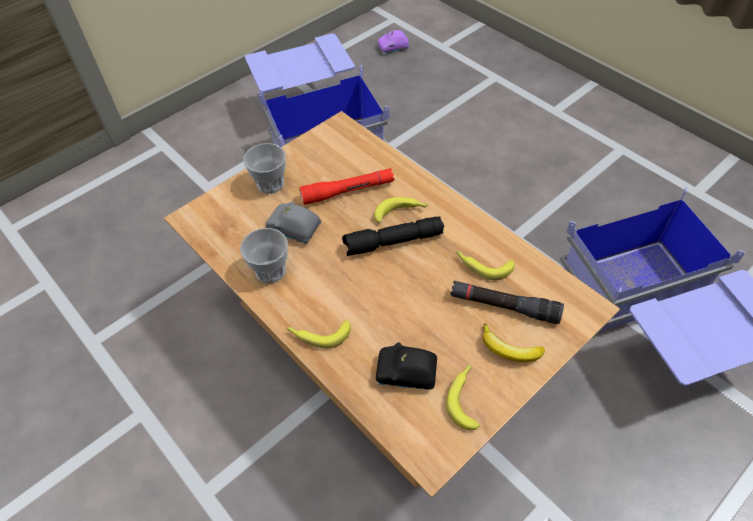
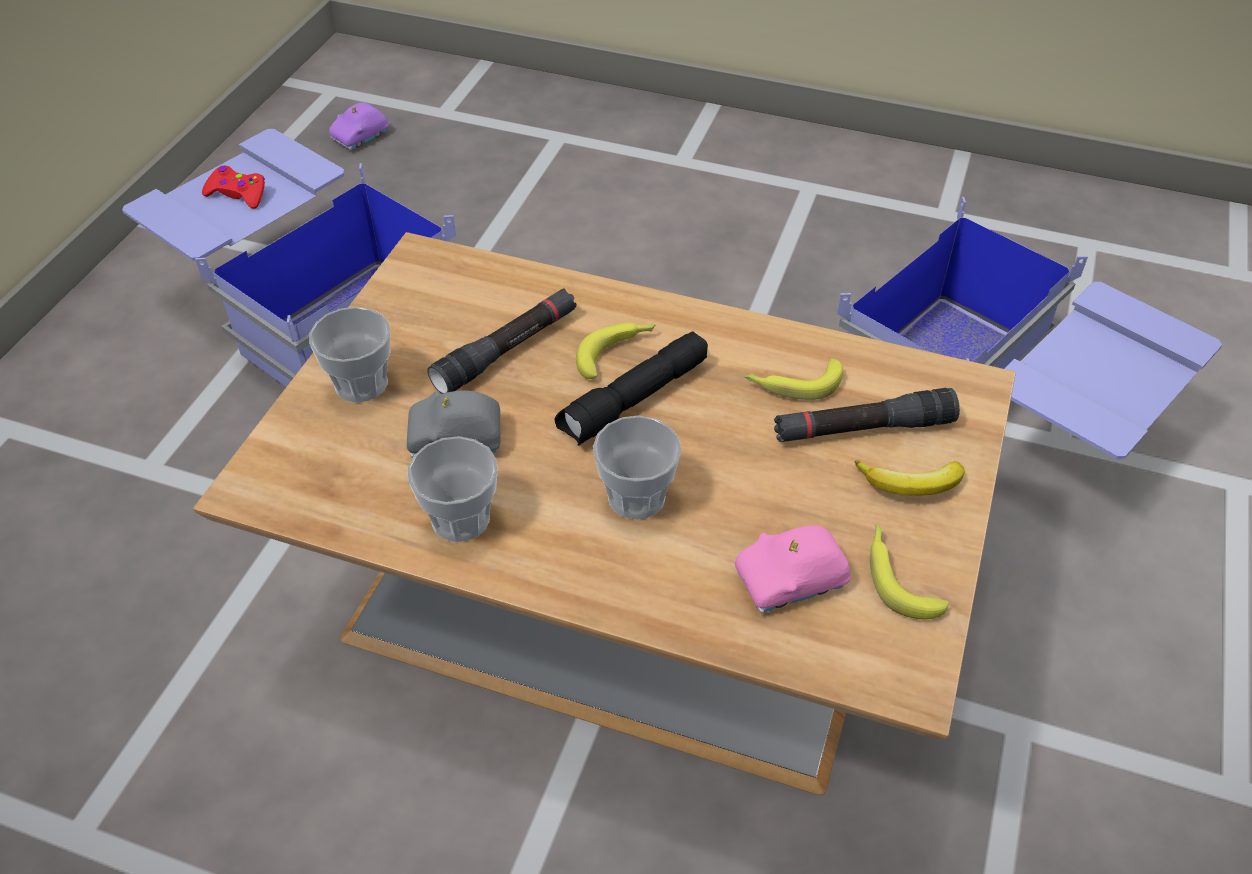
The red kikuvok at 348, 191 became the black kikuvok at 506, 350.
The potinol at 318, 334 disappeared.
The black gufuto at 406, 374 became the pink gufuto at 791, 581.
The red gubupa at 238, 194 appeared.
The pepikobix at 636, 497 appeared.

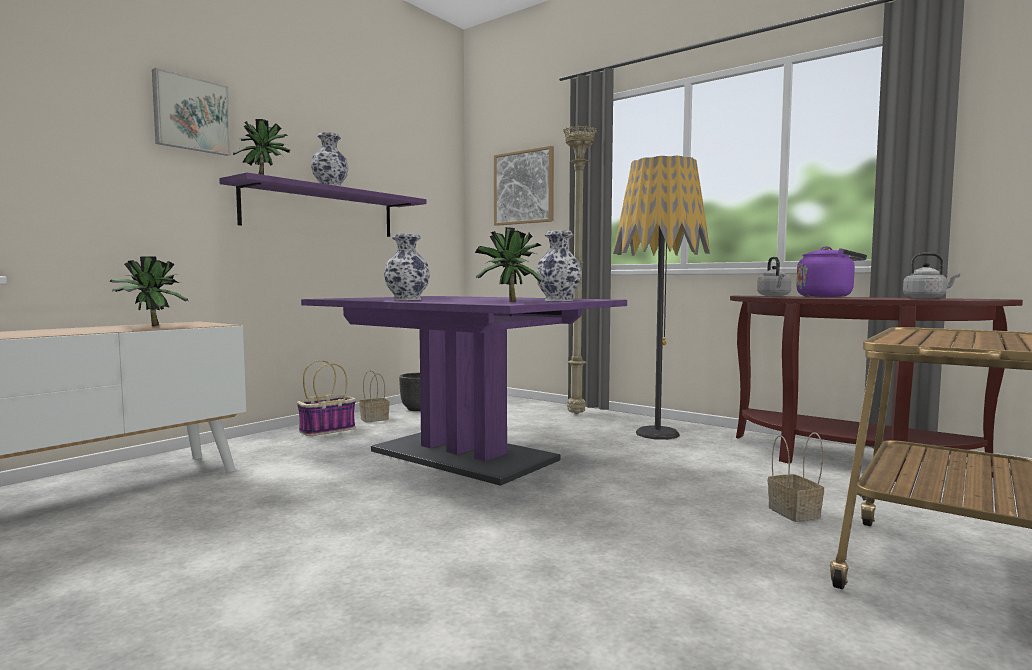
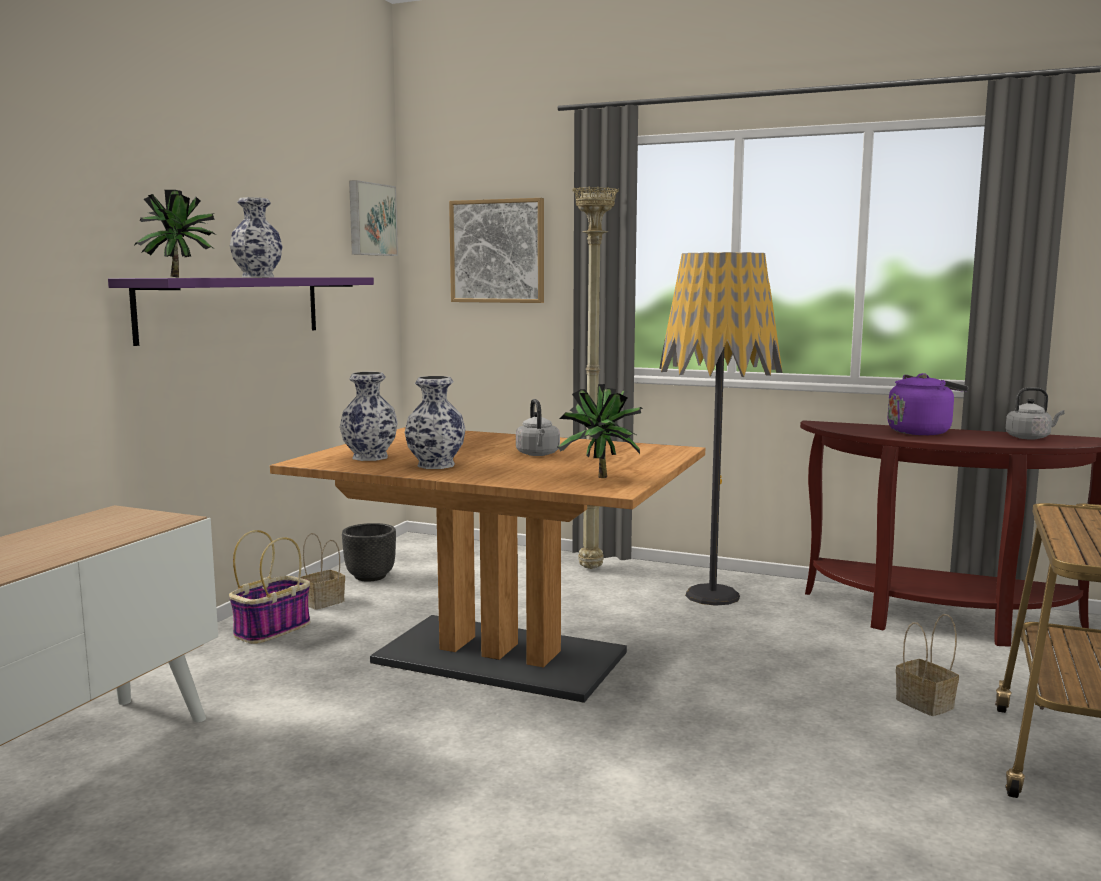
The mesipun moved from 191, 114 to 370, 219.
The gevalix moved from 557, 300 to 369, 457.
The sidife at 149, 326 disappeared.
The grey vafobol moved from 774, 296 to 538, 454.
The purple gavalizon at 463, 455 became the brown gavalizon at 500, 658.

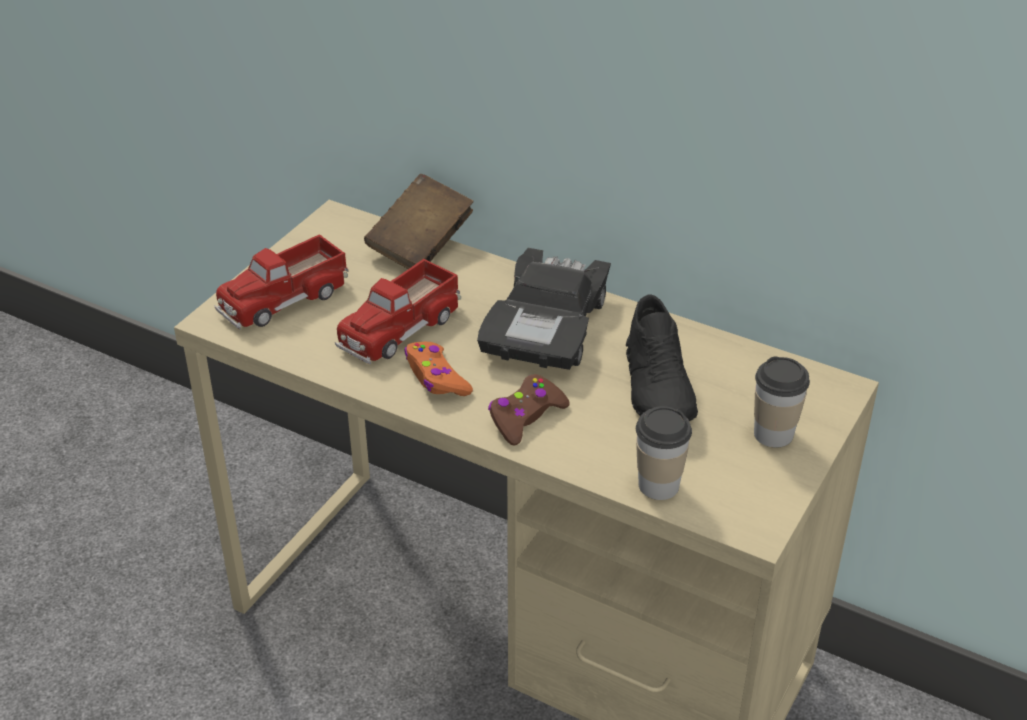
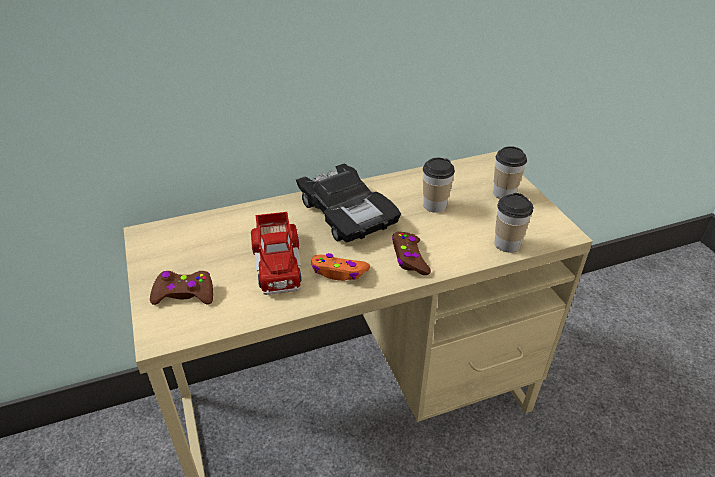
The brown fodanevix at 420, 245 disappeared.
The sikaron at 283, 298 was replaced by the brown gubupa at 184, 294.
The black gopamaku at 658, 386 was replaced by the pepikobix at 434, 205.

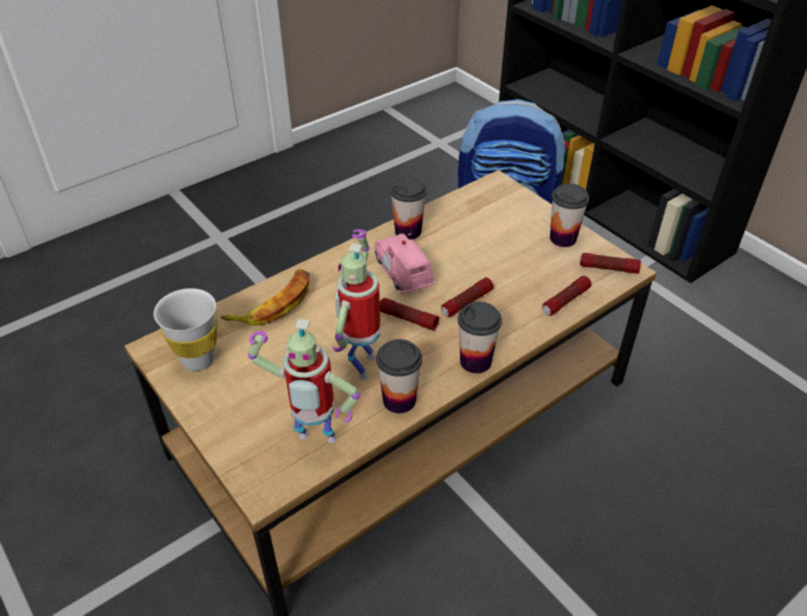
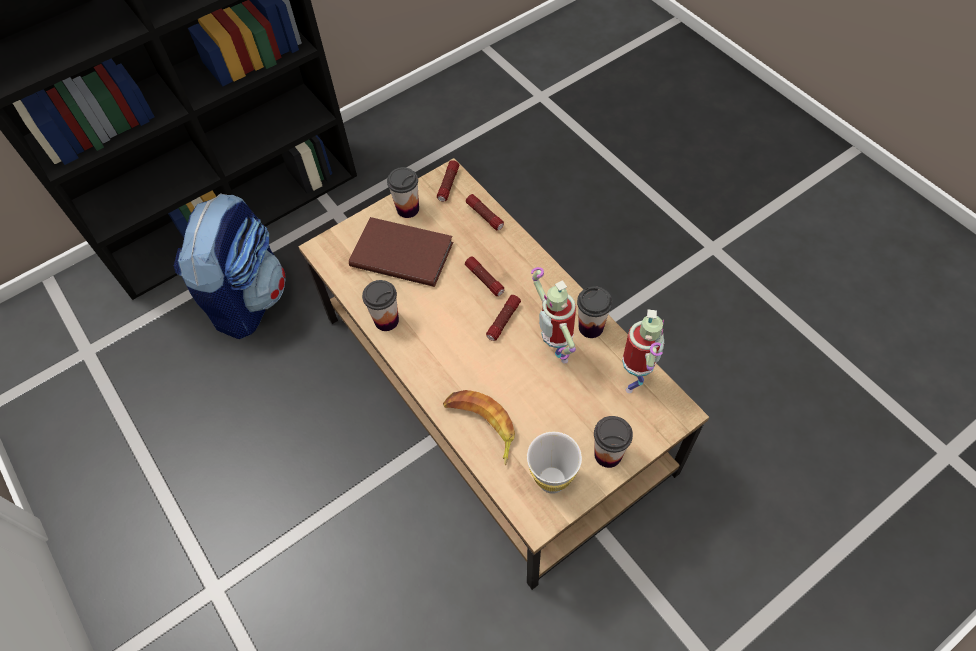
The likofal at 361, 364 turned 45 degrees clockwise.
The pink gufuto at 403, 272 disappeared.
The pepikobix moved from 475, 361 to 608, 454.
The brown fodanevix at 401, 252 appeared.

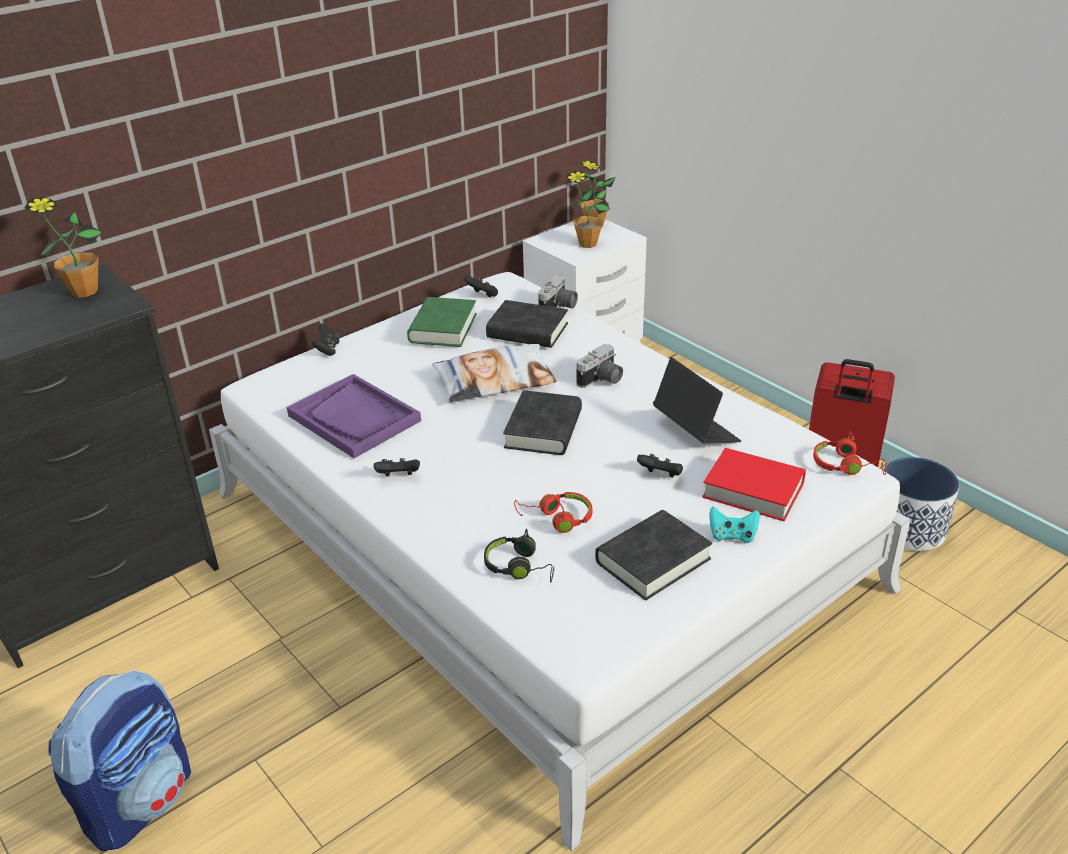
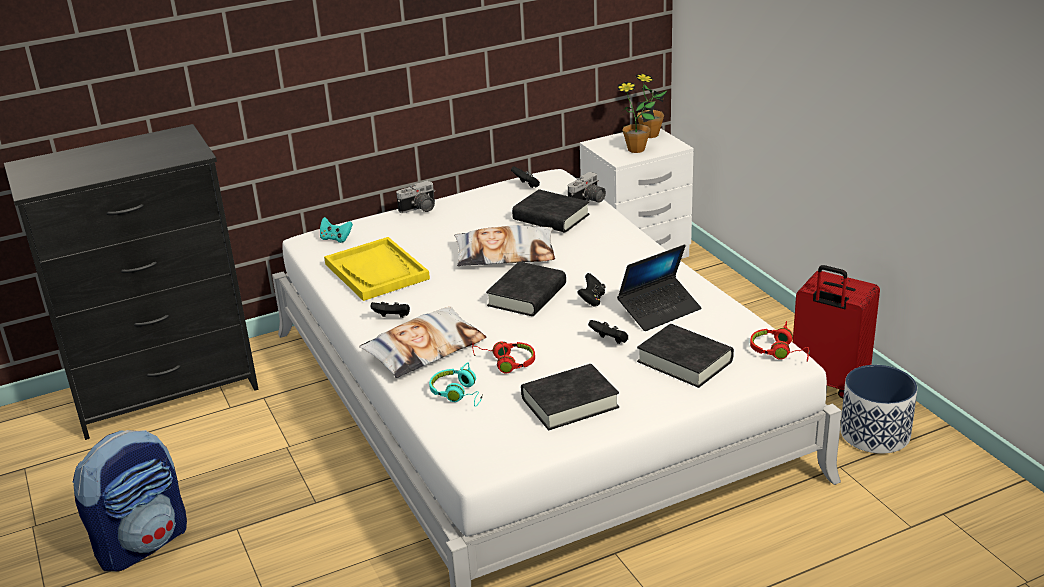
The sidife at 84, 291 disappeared.
The green fodanevix at 443, 328 disappeared.
The black gubupa moved from 327, 349 to 592, 300.
The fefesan moved from 601, 380 to 419, 209.
The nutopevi at 695, 430 turned 75 degrees clockwise.
The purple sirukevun at 354, 418 became the yellow sirukevun at 377, 271.
The red fodanevix at 753, 490 became the black fodanevix at 685, 361.
The turquoise gubupa moved from 732, 536 to 336, 239.
The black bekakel at 520, 567 became the turquoise bekakel at 458, 394.
The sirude at 424, 349 appeared.

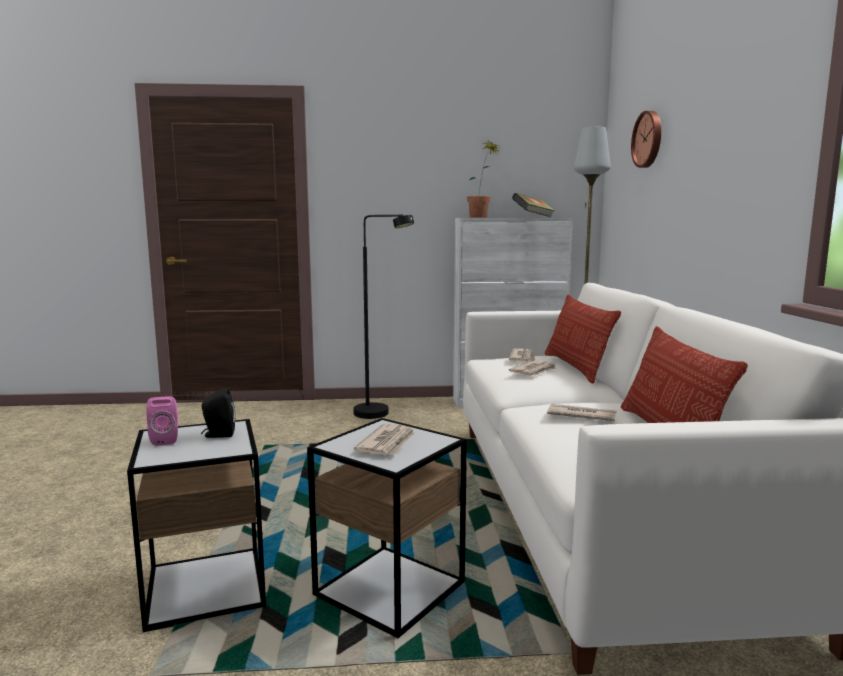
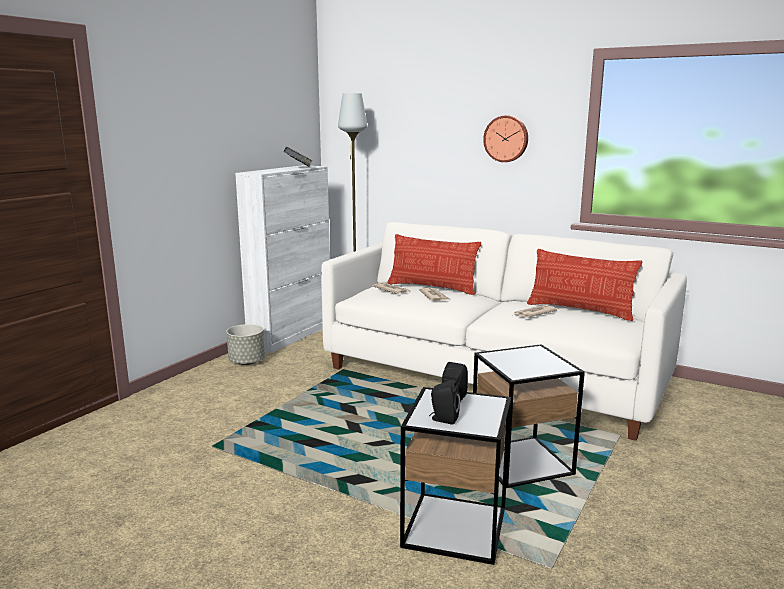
The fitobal moved from 648, 139 to 506, 138.
The sidife at 482, 217 disappeared.
The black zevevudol at 380, 415 disappeared.
The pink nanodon at 166, 440 became the black nanodon at 443, 419.
The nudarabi at 388, 443 disappeared.
The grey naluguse at 247, 362 appeared.

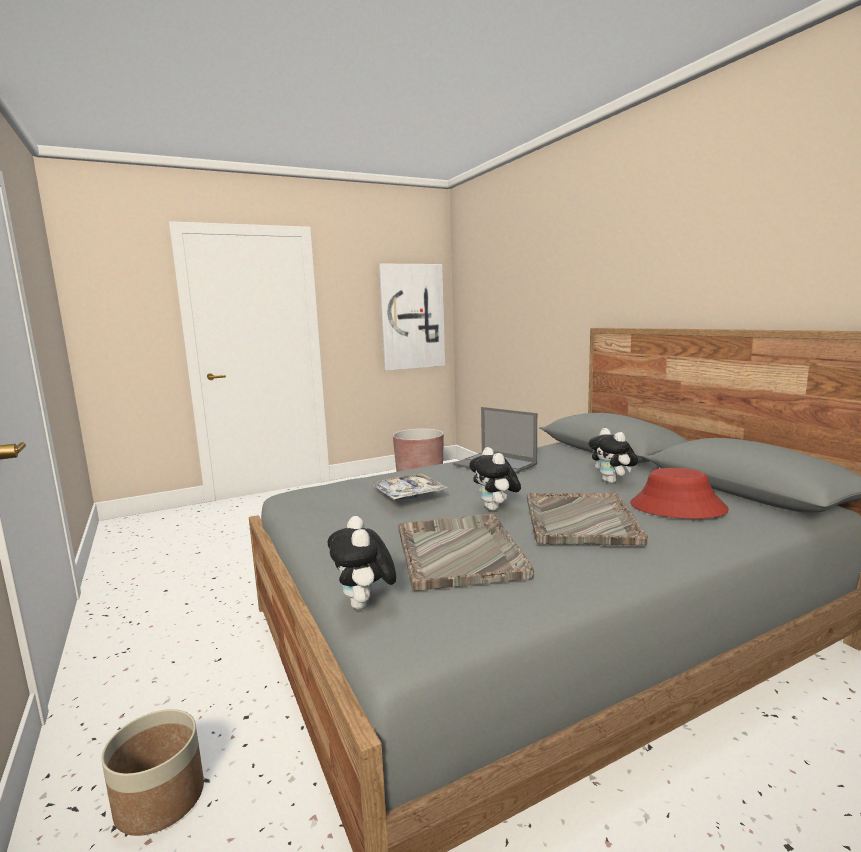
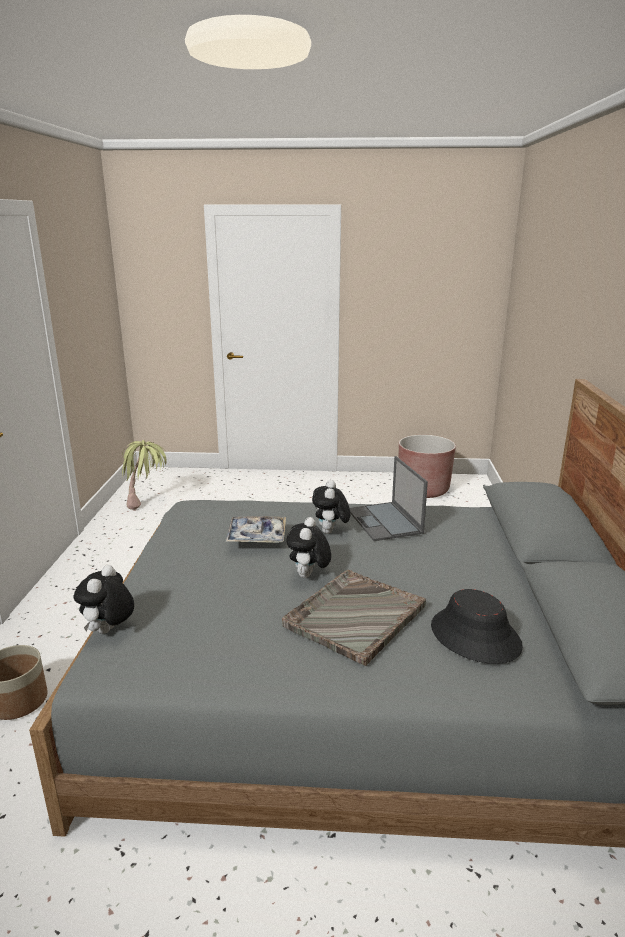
The mesipun at 412, 317 disappeared.
The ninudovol moved from 612, 482 to 330, 532.
The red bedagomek at 677, 507 became the black bedagomek at 474, 636.
The grey sirukevun at 458, 552 disappeared.
The sidife at 148, 503 appeared.

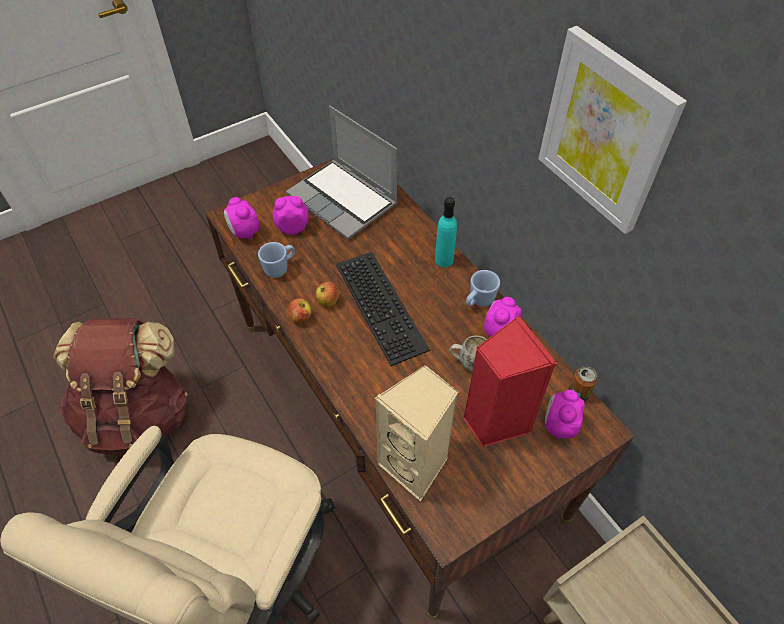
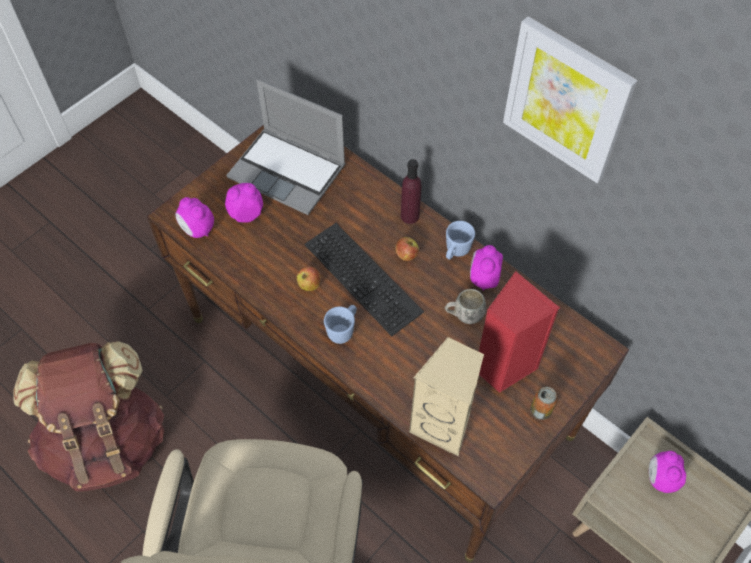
The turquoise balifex at 444, 260 became the purple balifex at 410, 216.
The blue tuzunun moved from 280, 268 to 343, 330.
The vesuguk moved from 300, 317 to 406, 255.
The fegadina moved from 578, 393 to 540, 410.
The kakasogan moved from 559, 425 to 660, 478.

